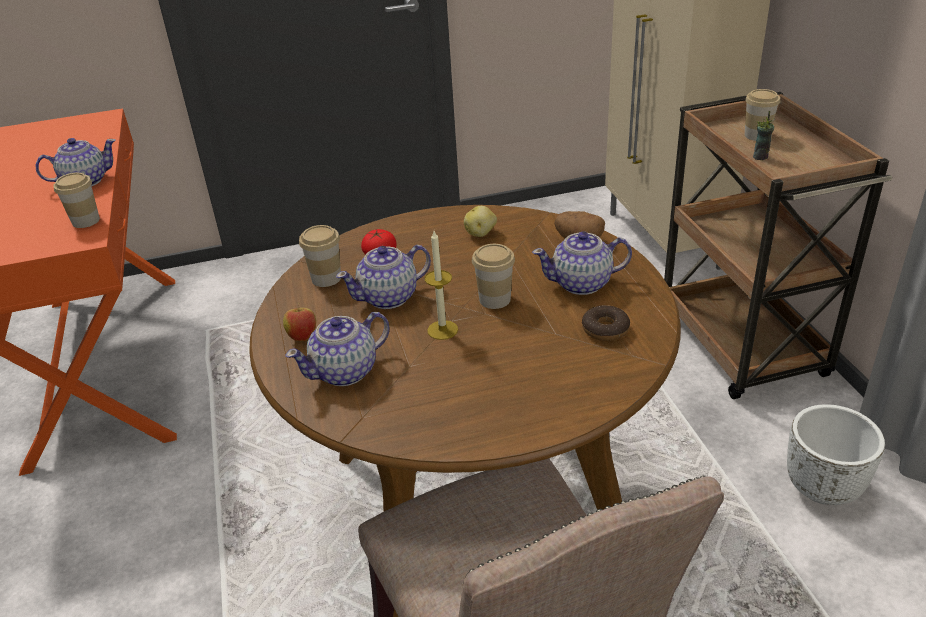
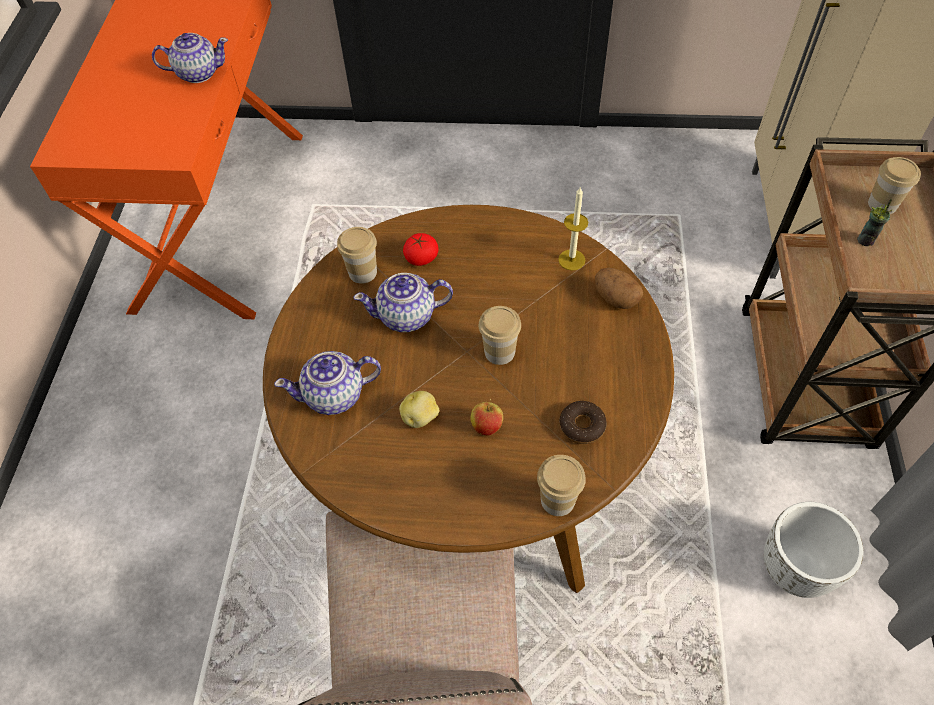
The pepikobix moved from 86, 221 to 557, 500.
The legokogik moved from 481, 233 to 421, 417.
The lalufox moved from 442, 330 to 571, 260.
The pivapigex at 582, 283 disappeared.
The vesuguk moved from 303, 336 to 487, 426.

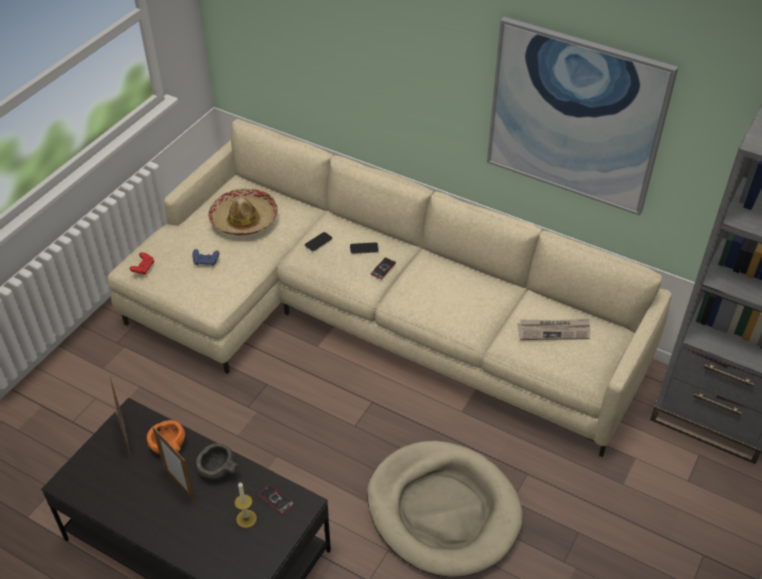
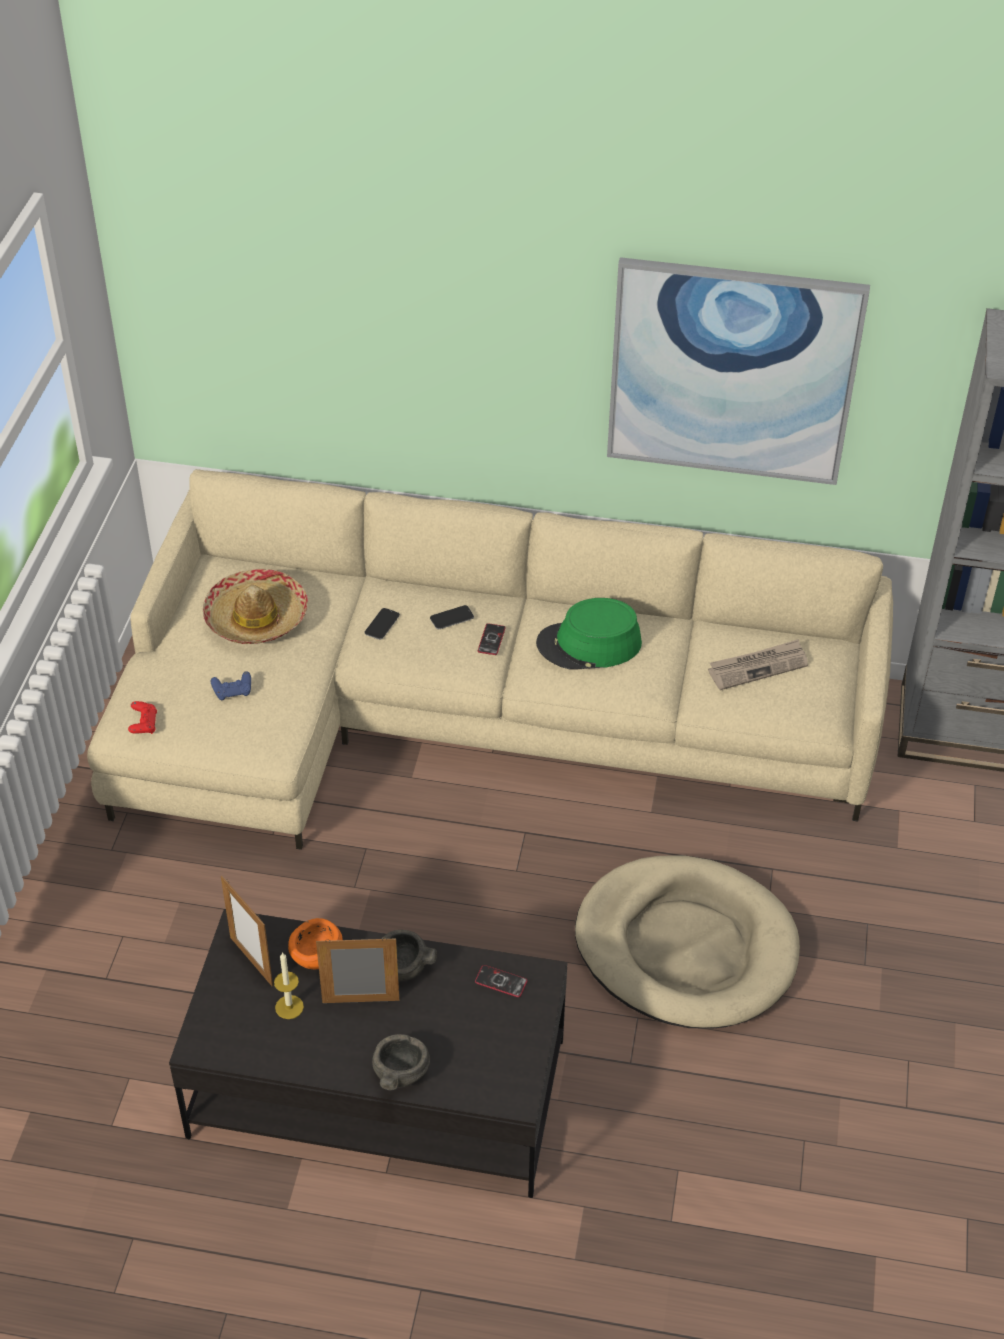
The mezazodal at 179, 485 turned 150 degrees clockwise.
The lalufox moved from 246, 519 to 289, 1007.
The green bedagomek at 589, 644 appeared.
The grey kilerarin at 400, 1072 appeared.

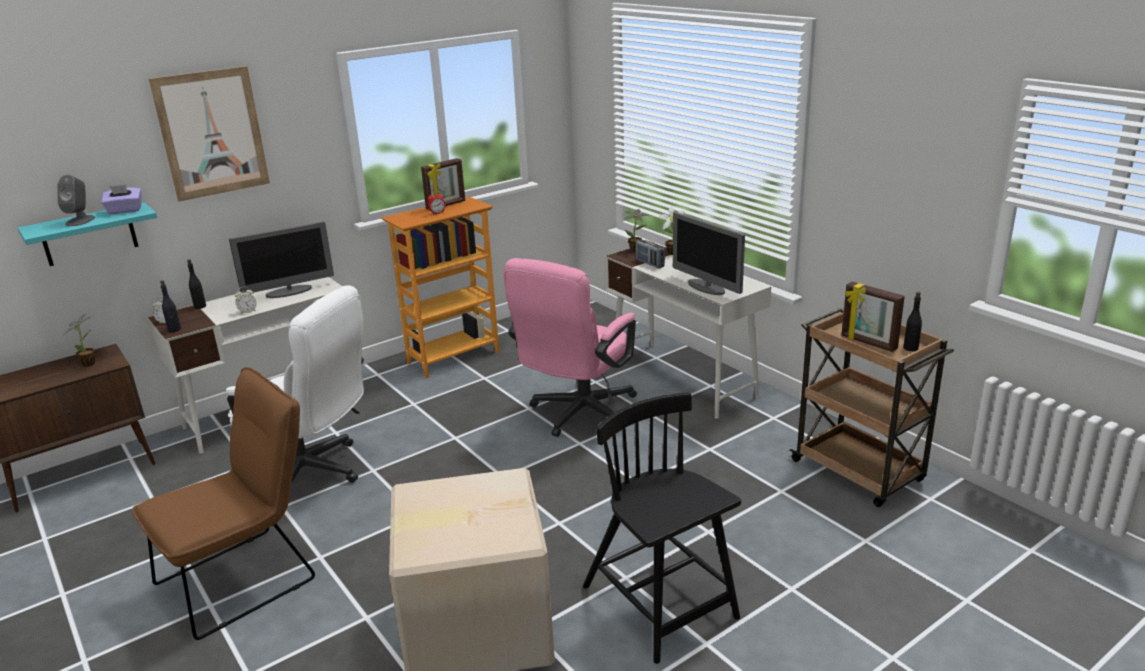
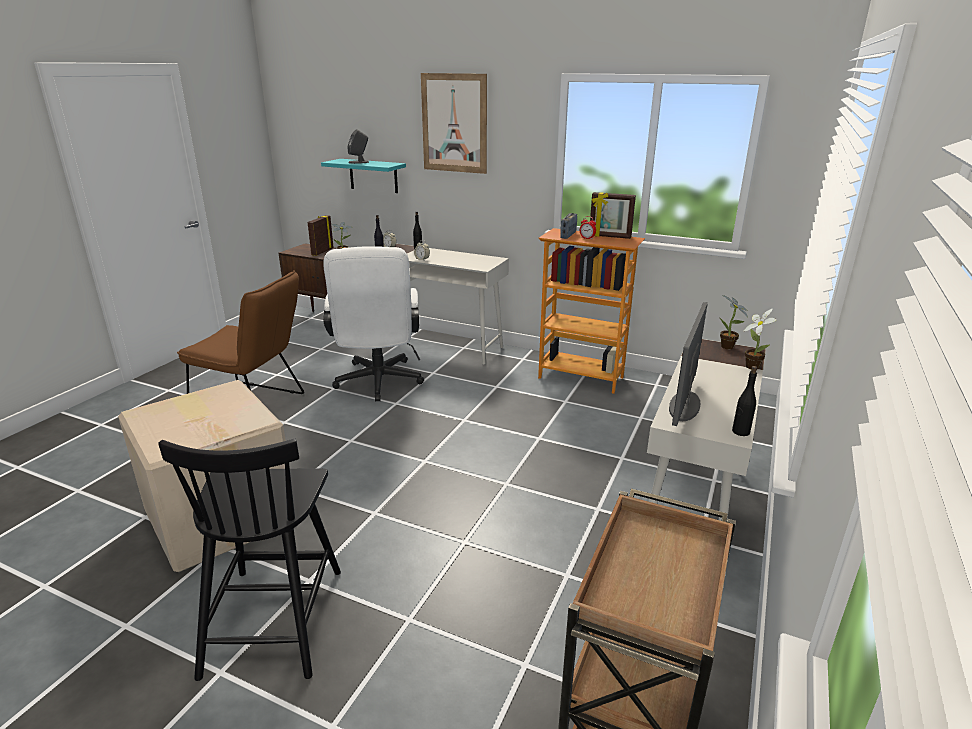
The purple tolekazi at 125, 211 disappeared.
The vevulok at 289, 292 disappeared.
The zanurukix moved from 649, 263 to 568, 235.
The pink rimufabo at 578, 415 disappeared.
The mezazodal moved from 868, 343 to 322, 251.
The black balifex moved from 910, 348 to 740, 432.
The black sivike at 660, 604 turned 150 degrees clockwise.

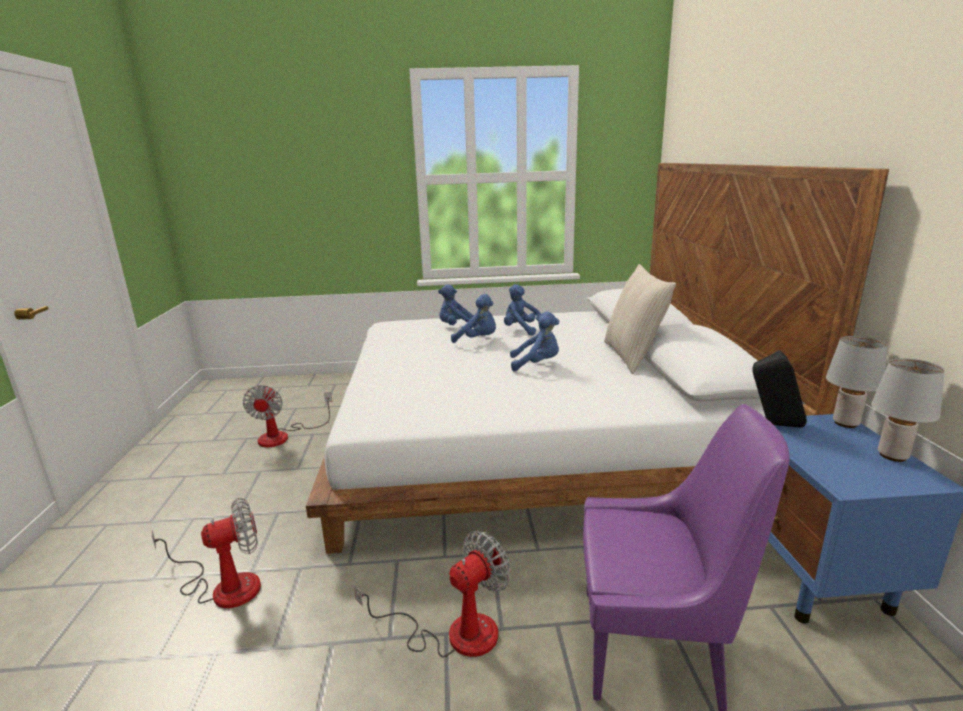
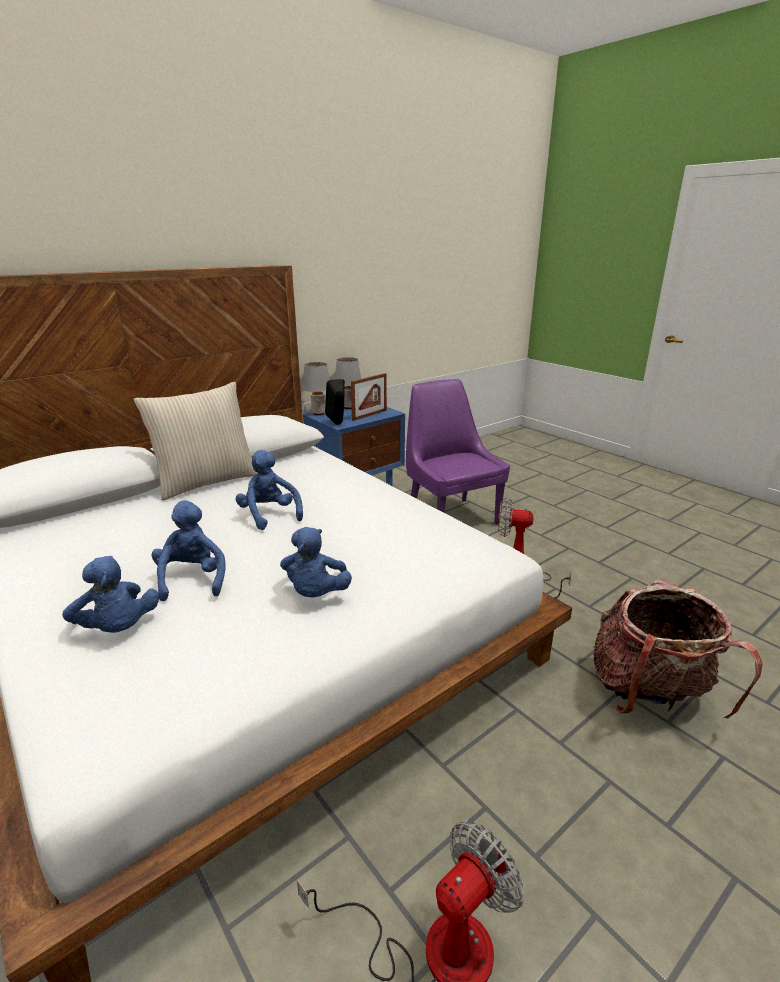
The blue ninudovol moved from 522, 330 to 316, 594.
The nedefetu at 224, 586 was replaced by the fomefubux at 649, 694.
The mezazodal at 369, 415 appeared.

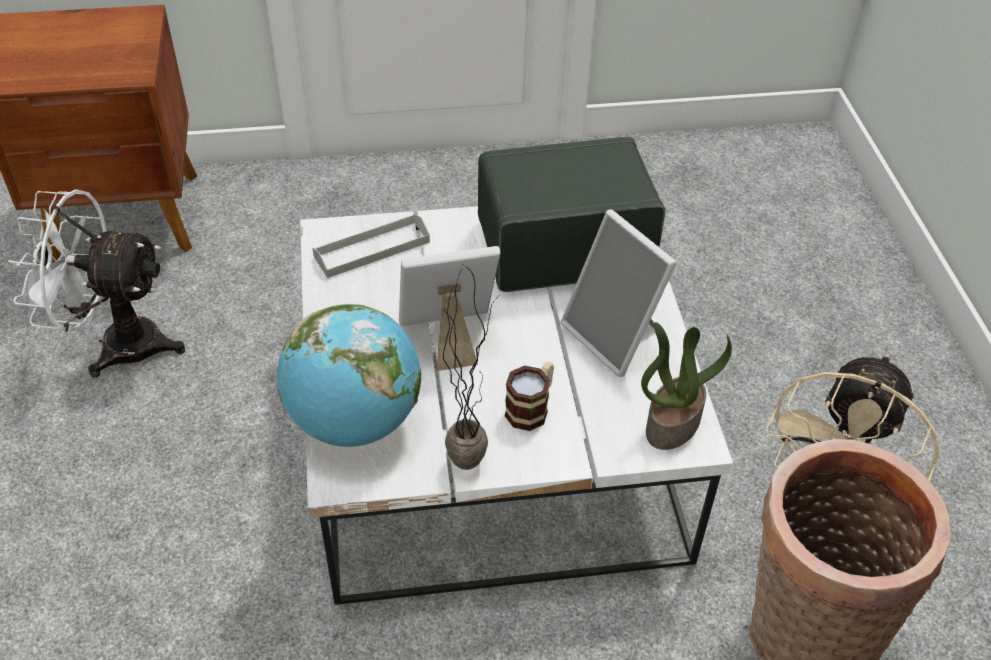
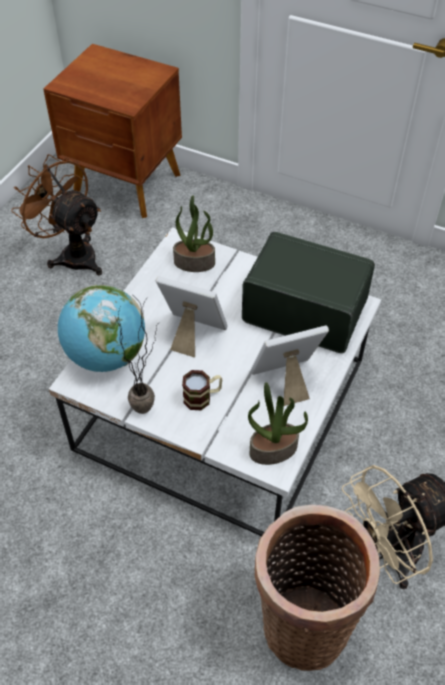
The white nedefetu at 117, 343 became the brown nedefetu at 72, 254.
The mezazodal at 615, 337 turned 75 degrees clockwise.
The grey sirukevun at 372, 249 was replaced by the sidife at 195, 262.

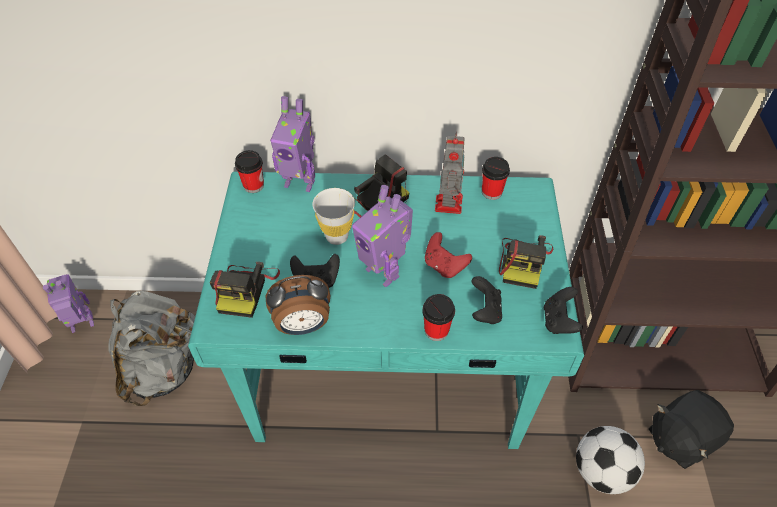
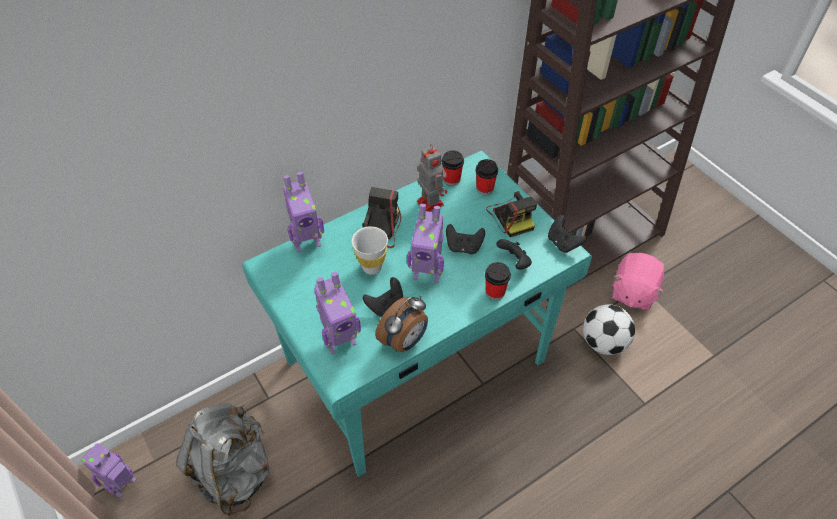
The pepikobix moved from 253, 185 to 484, 188.
The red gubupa at 444, 266 became the black gubupa at 463, 247.
The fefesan at 246, 289 was replaced by the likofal at 340, 341.
The black ninudovol at 680, 438 became the pink ninudovol at 632, 292.

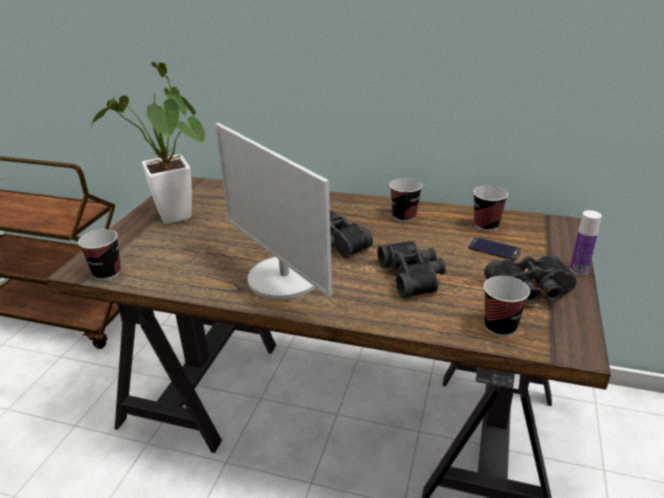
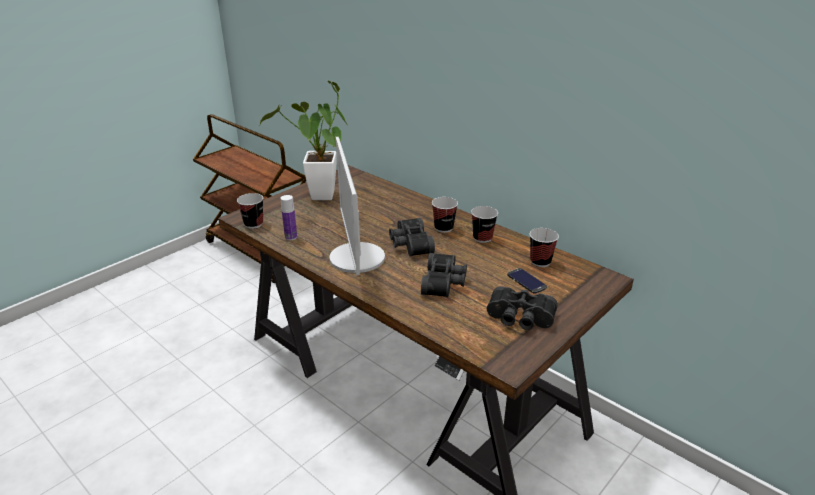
The balifex moved from 579, 270 to 291, 237.
The pepikobix moved from 500, 327 to 443, 228.

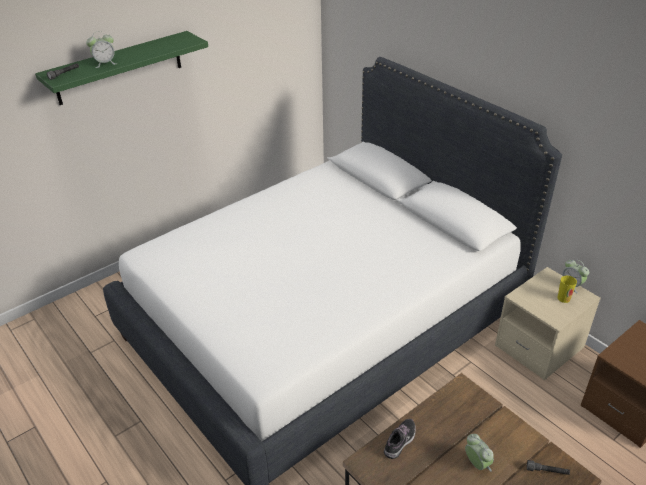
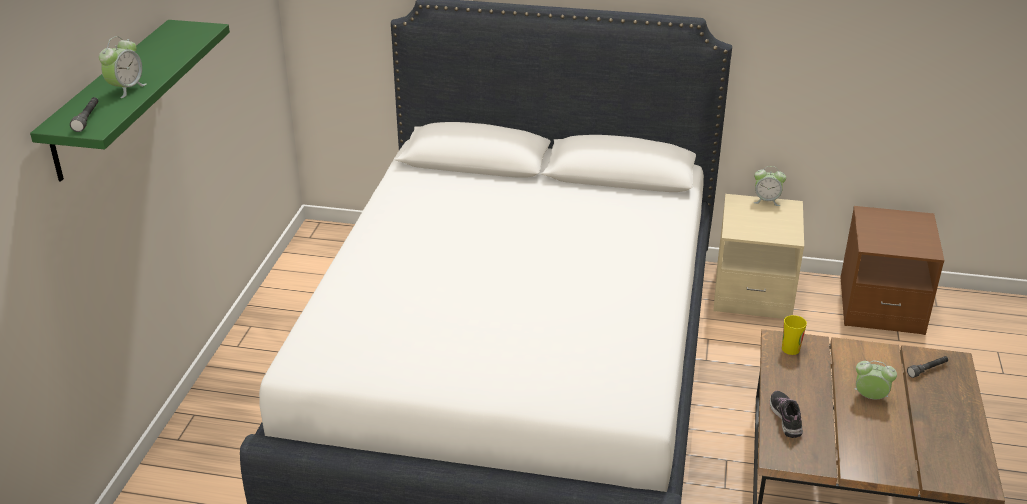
The pepikobix moved from 563, 298 to 790, 349.

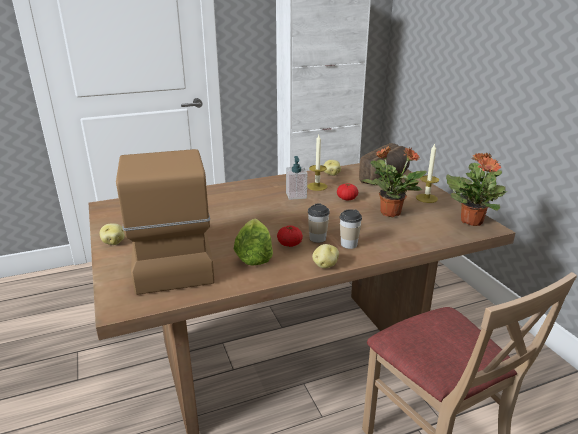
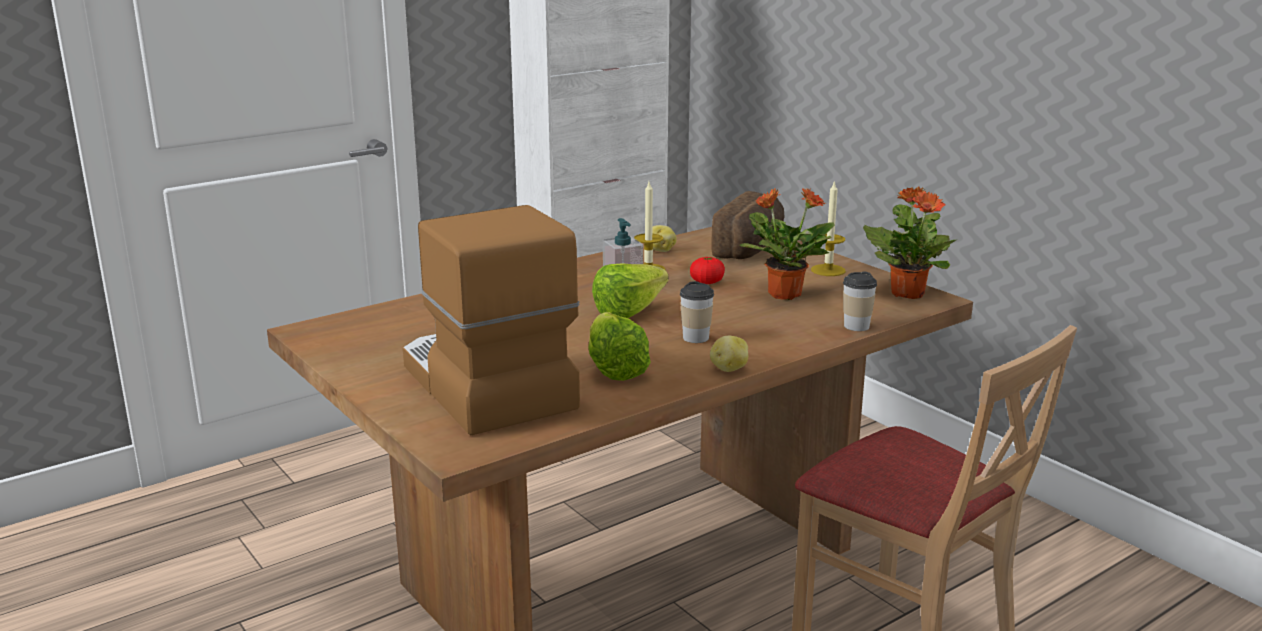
The pepikobix moved from 349, 244 to 856, 326.
The legokogik at 113, 242 disappeared.
The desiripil at 289, 244 disappeared.
The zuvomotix at 635, 311 appeared.

